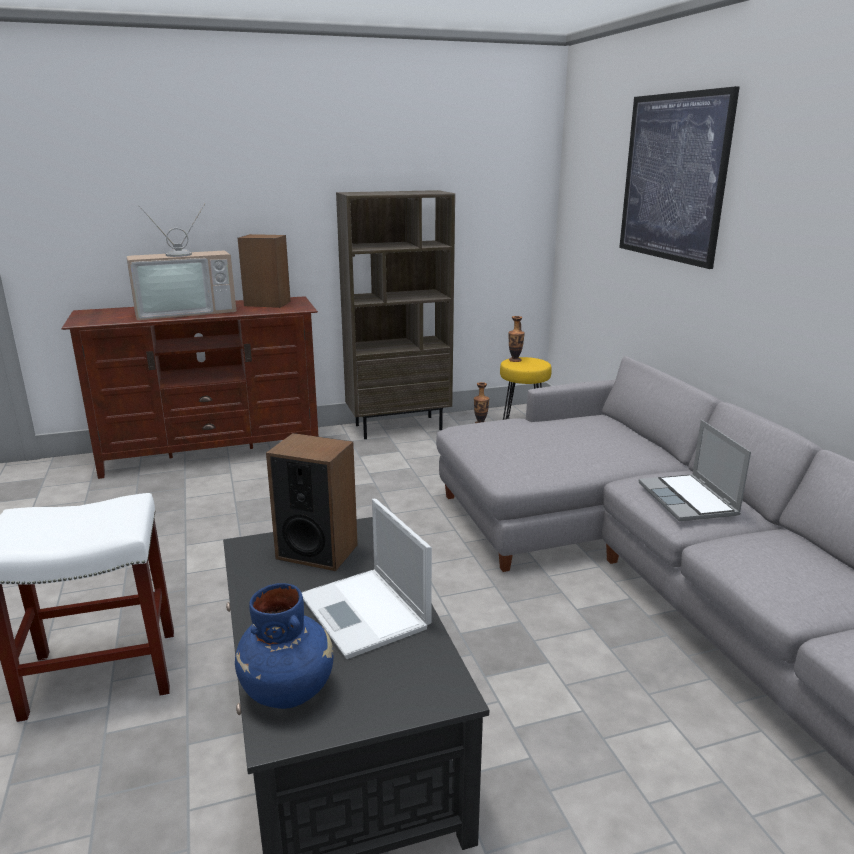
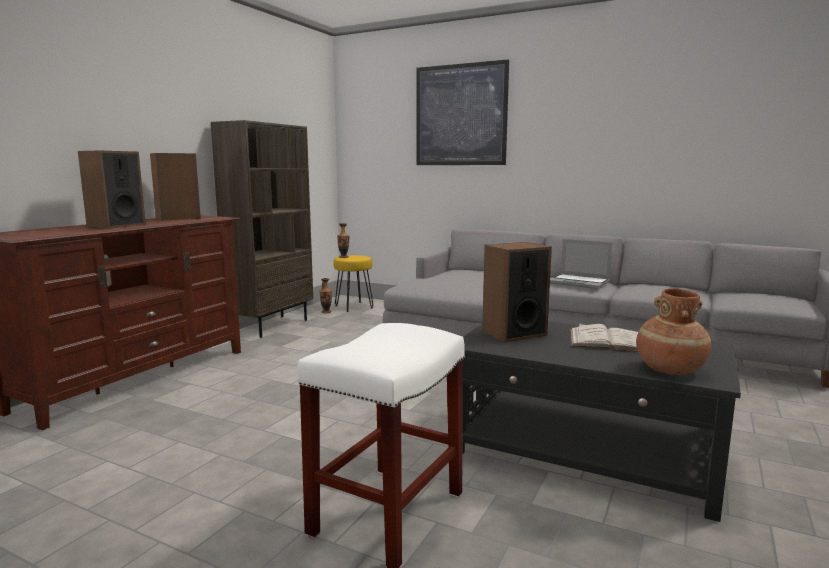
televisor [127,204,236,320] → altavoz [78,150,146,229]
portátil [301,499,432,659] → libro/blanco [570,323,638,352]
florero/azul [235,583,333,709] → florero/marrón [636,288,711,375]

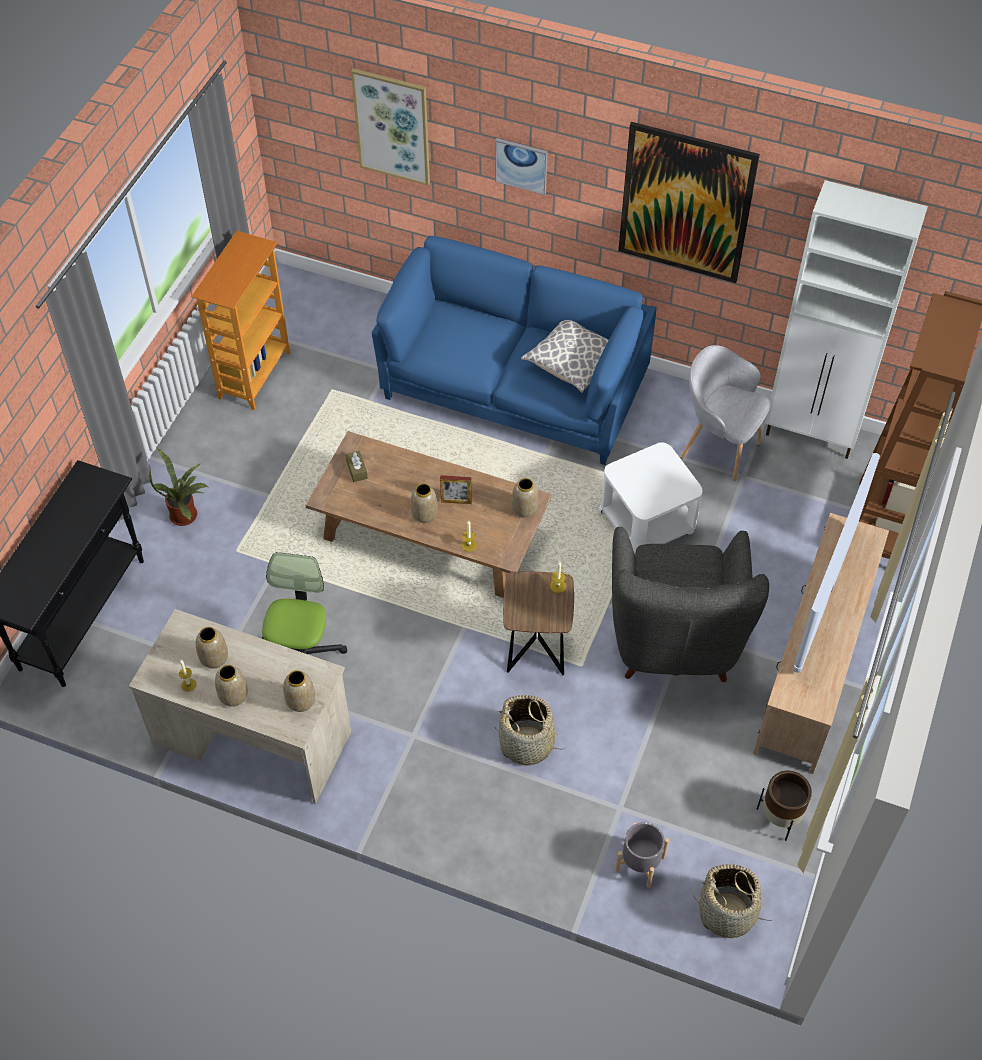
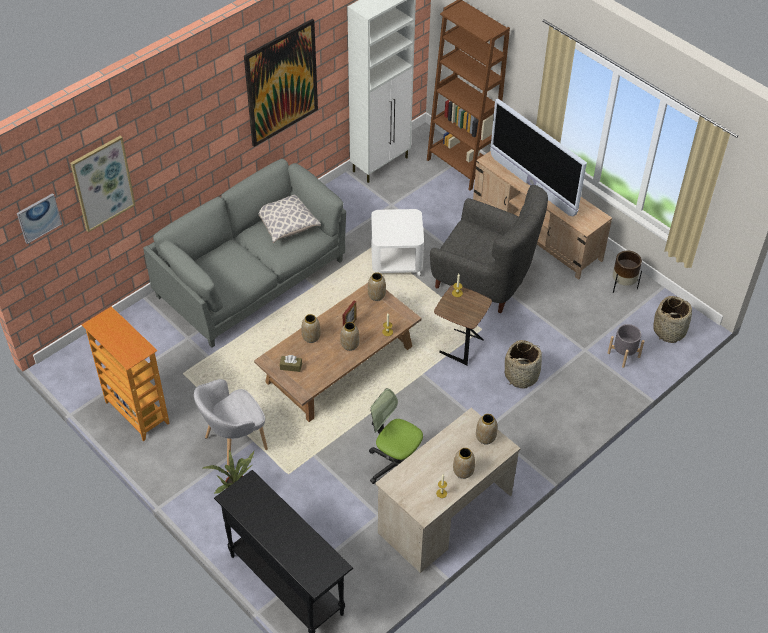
cuadro [495,138,548,195] → cuadro [17,193,62,244], shifted
sofá/azul [372,236,657,465] → sofá/gris [143,159,346,348]
sillón/gris [680,345,770,480] → sillón/gris [194,379,268,472], shifted
florero [196,627,228,669] → florero [301,314,321,343], shifted

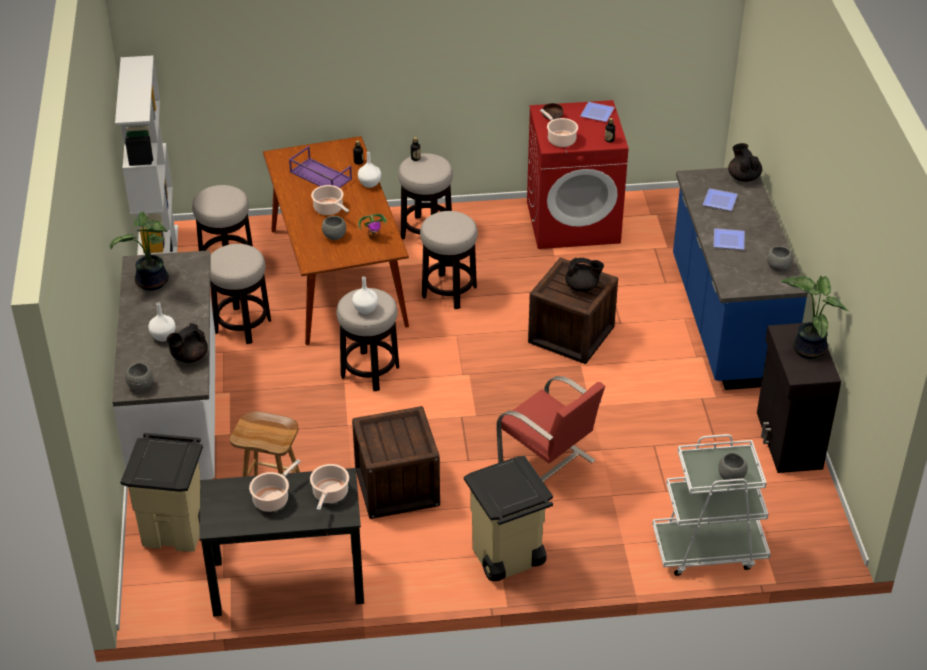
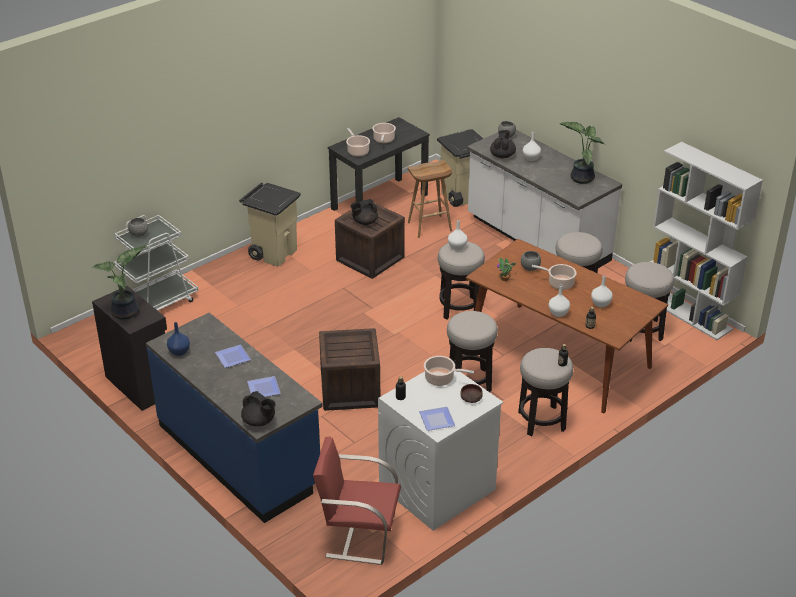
cuenco/gris [767,246,793,272] → florero/azul [167,322,190,356]
silla/rojo [497,376,605,482] → silla/rojo [313,437,401,565], shifted
tetera/negro [565,258,604,292] → tetera/negro [350,199,378,225], shifted
lavadora/rojo [527,100,628,249] → lavadora/blanco [378,368,503,531]
bandeja/morado [289,146,352,188] → florero/blanco [591,275,613,307]

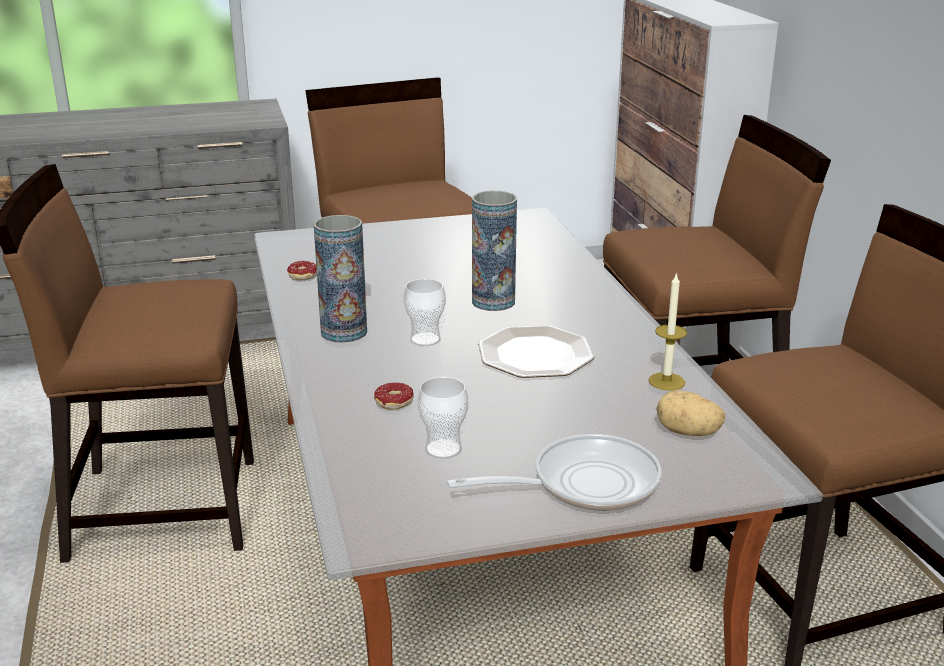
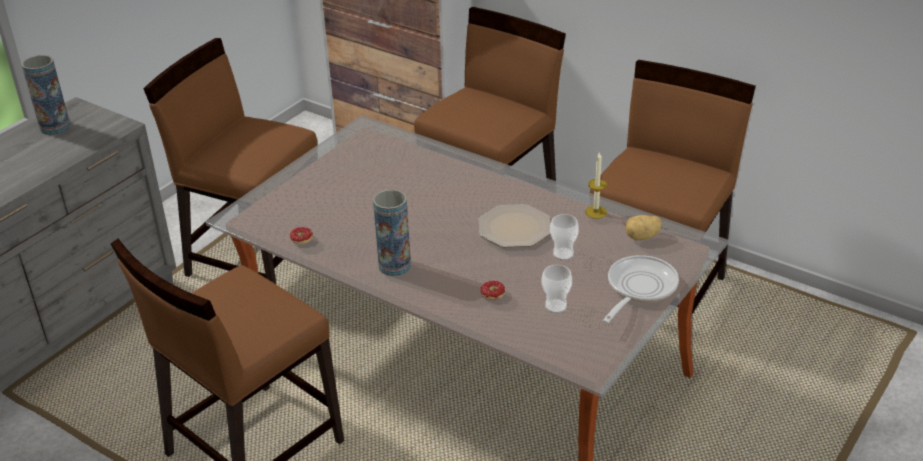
florero [472,191,517,311] → florero [22,55,70,135], shifted
taza [403,279,446,346] → taza [550,214,579,260], shifted

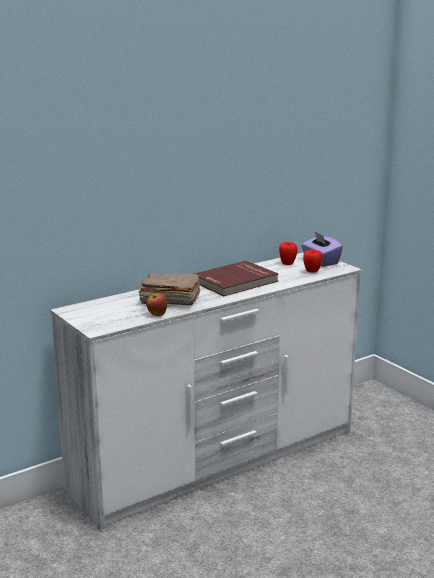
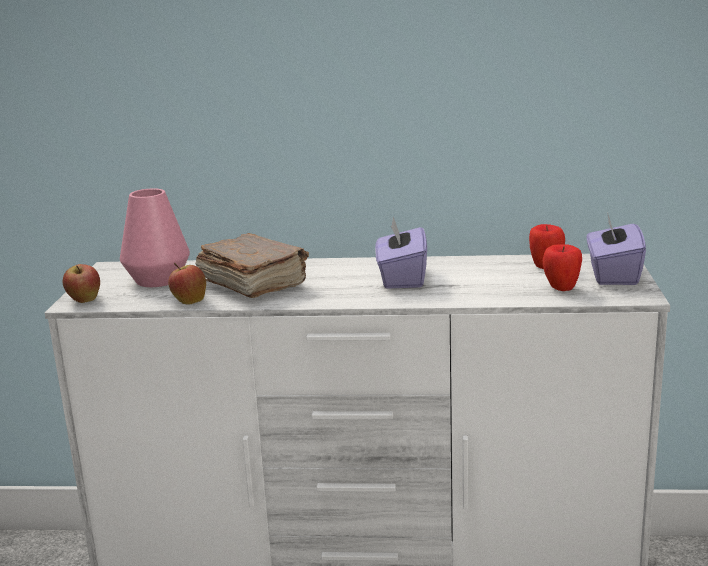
- → manzana [63,264,100,303]
- → florero/rosa [120,188,190,287]
libro/rojo [194,261,279,296] → caja de pañuelos/morado [375,217,427,289]

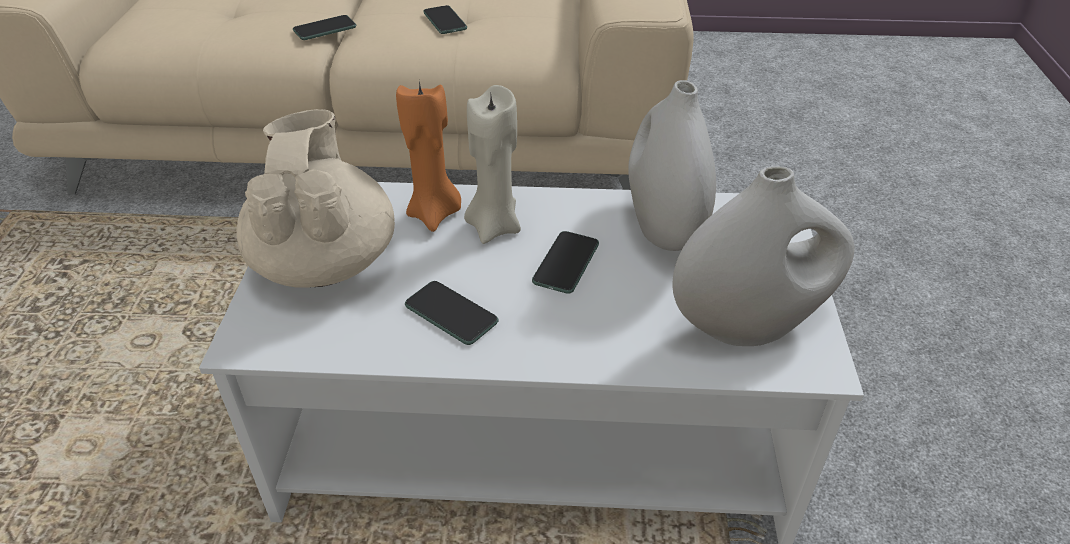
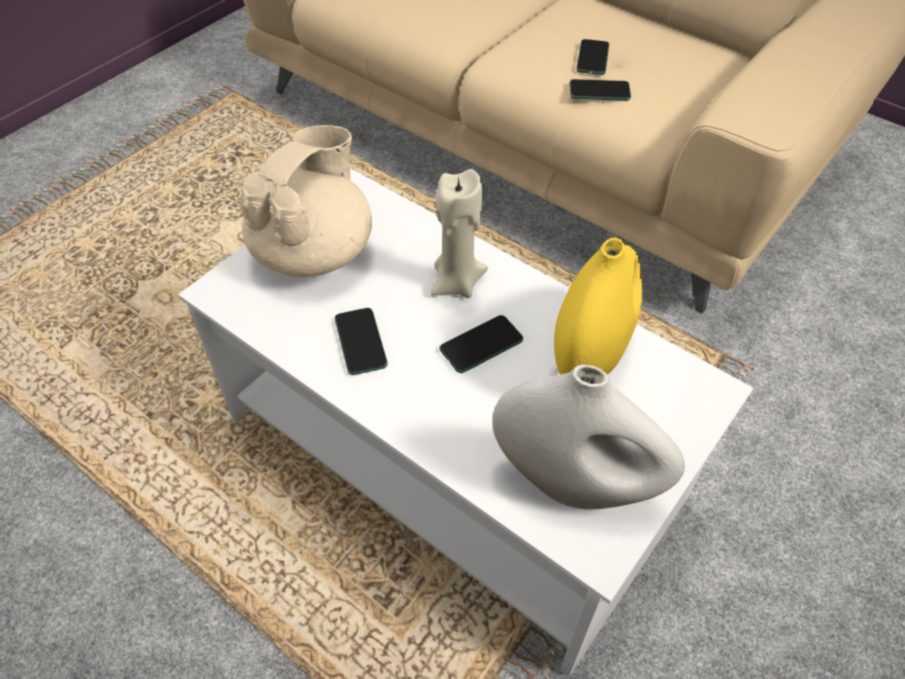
florero/blanco [628,80,716,251] → florero/amarillo [554,237,642,375]
móvil [293,15,356,40] → móvil [570,79,631,101], shifted
vela/naranja [396,81,461,232] → -

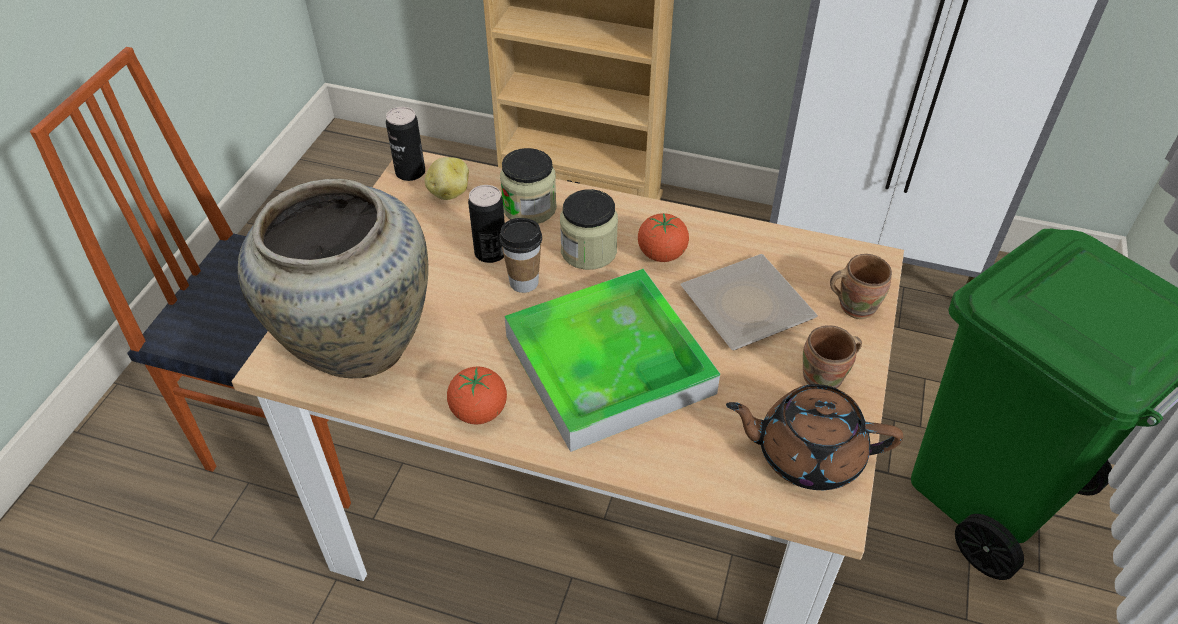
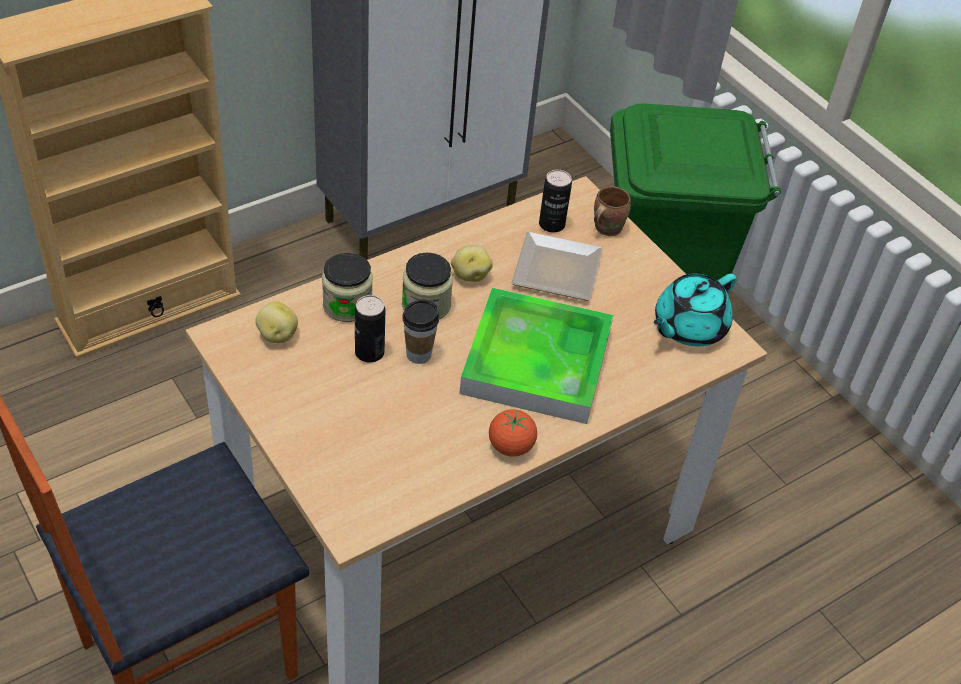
tomate [638,213,689,262] → patata [451,245,493,282]
lata [386,107,425,181] → lata [539,170,572,233], shifted
tetera/marrón [726,384,903,490] → tetera/turquesa [654,274,737,346]
florero/beis [238,179,428,378] → -
taza grande/marrón [803,325,862,389] → -

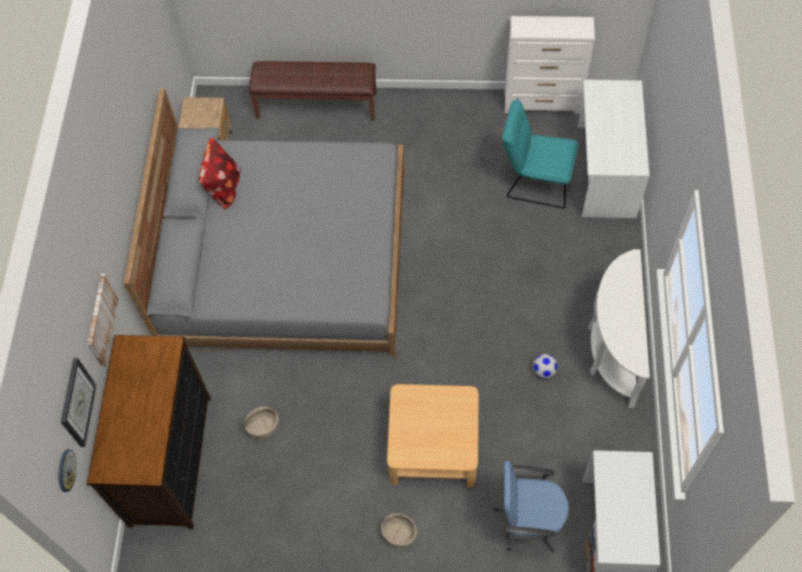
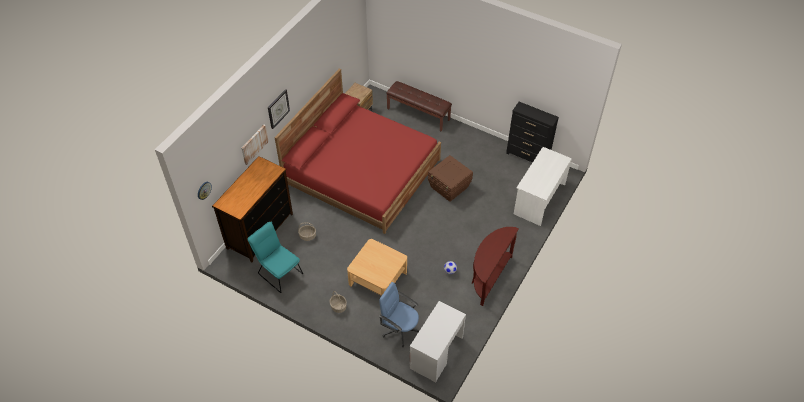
silla/turquesa [502,98,578,208] → silla/turquesa [248,222,303,293], shifted
reloj de pared [61,358,97,447] → reloj de pared [268,89,290,129], shifted
cama/gris [124,88,405,357] → cama/rojo [274,69,441,234]
- → caja de almacenaje/marrón [428,155,473,202]
mesa consola/blanco [588,249,650,408] → mesa consola/marrón [472,227,519,306]
cómoda/blanco [505,16,595,114] → cómoda/negro [506,102,559,163]
cojín [199,138,240,210] → -

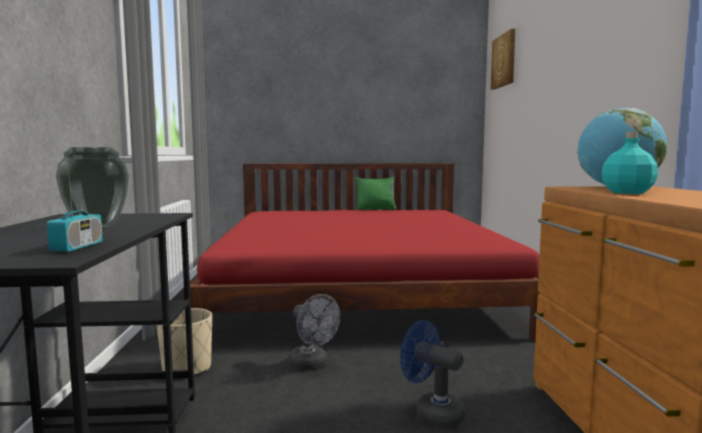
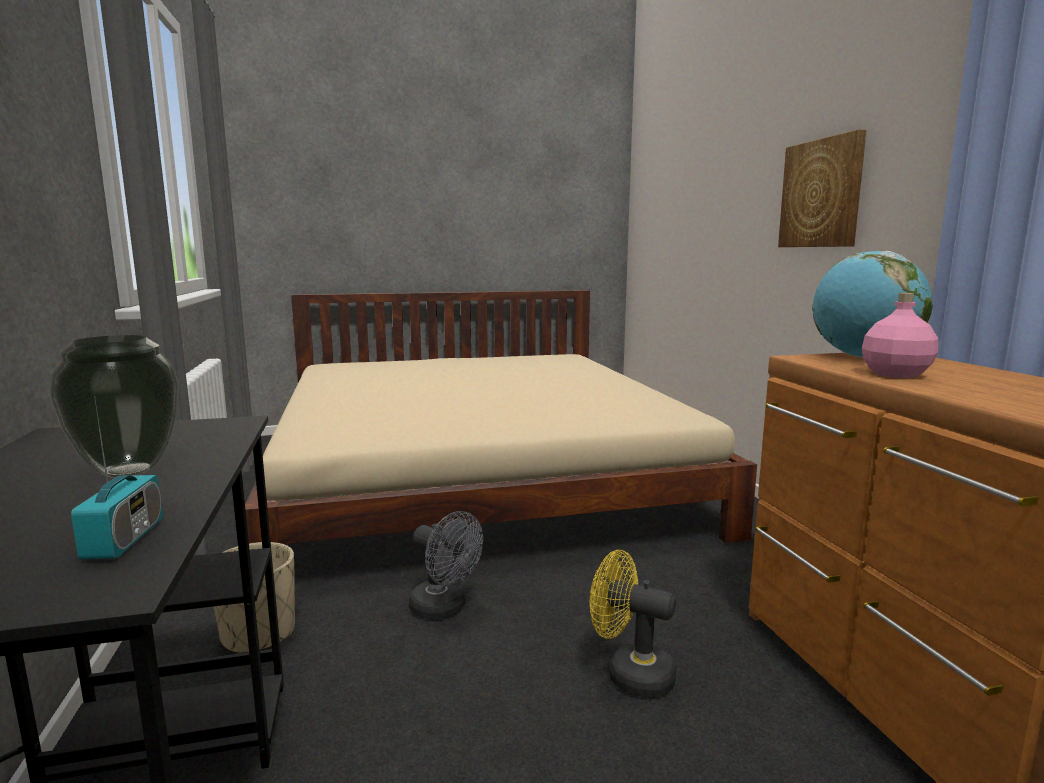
cama/rojo [183,163,540,341] → cama/beis [245,290,757,544]
ventilador/azul [400,320,465,428] → ventilador/amarillo [590,550,676,698]
cuadro [491,29,515,90] → cuadro [778,129,866,247], shifted
botella/turquesa [601,132,658,194] → botella/rosa [862,293,938,378]
cojín/verde [356,177,396,210] → -

